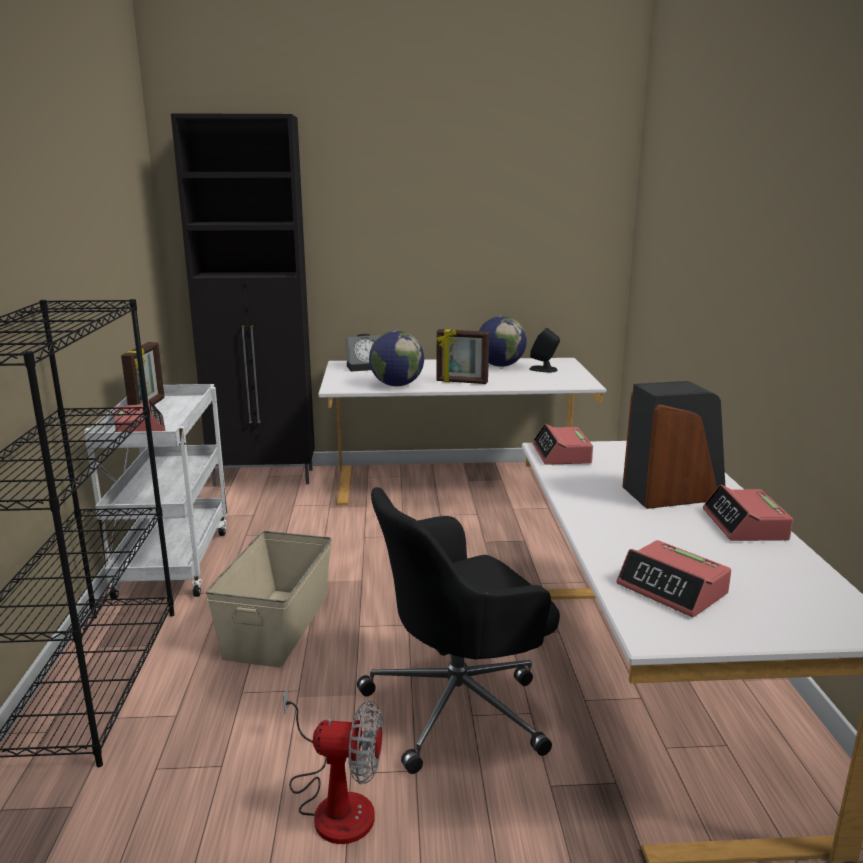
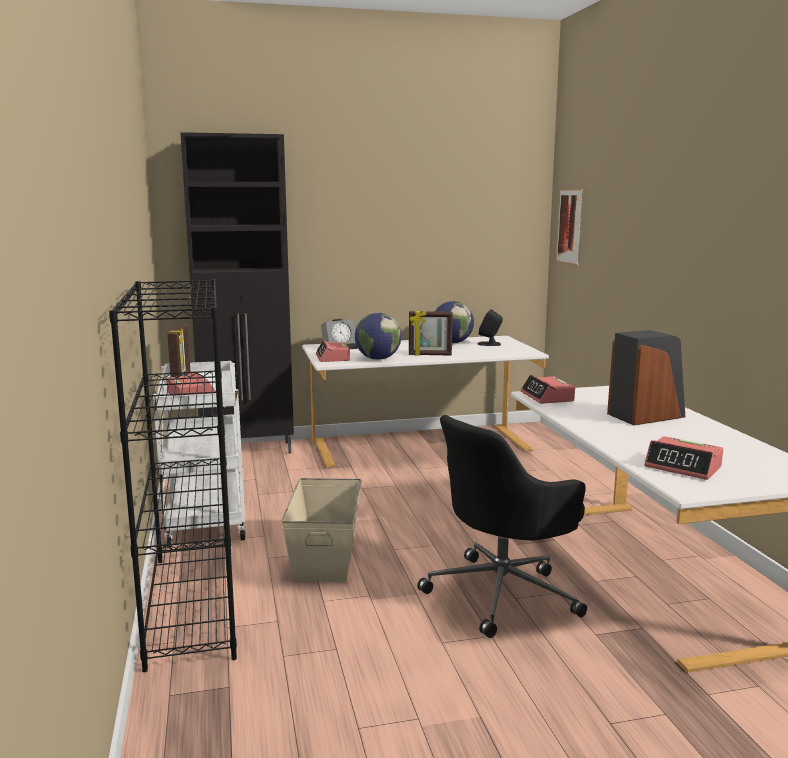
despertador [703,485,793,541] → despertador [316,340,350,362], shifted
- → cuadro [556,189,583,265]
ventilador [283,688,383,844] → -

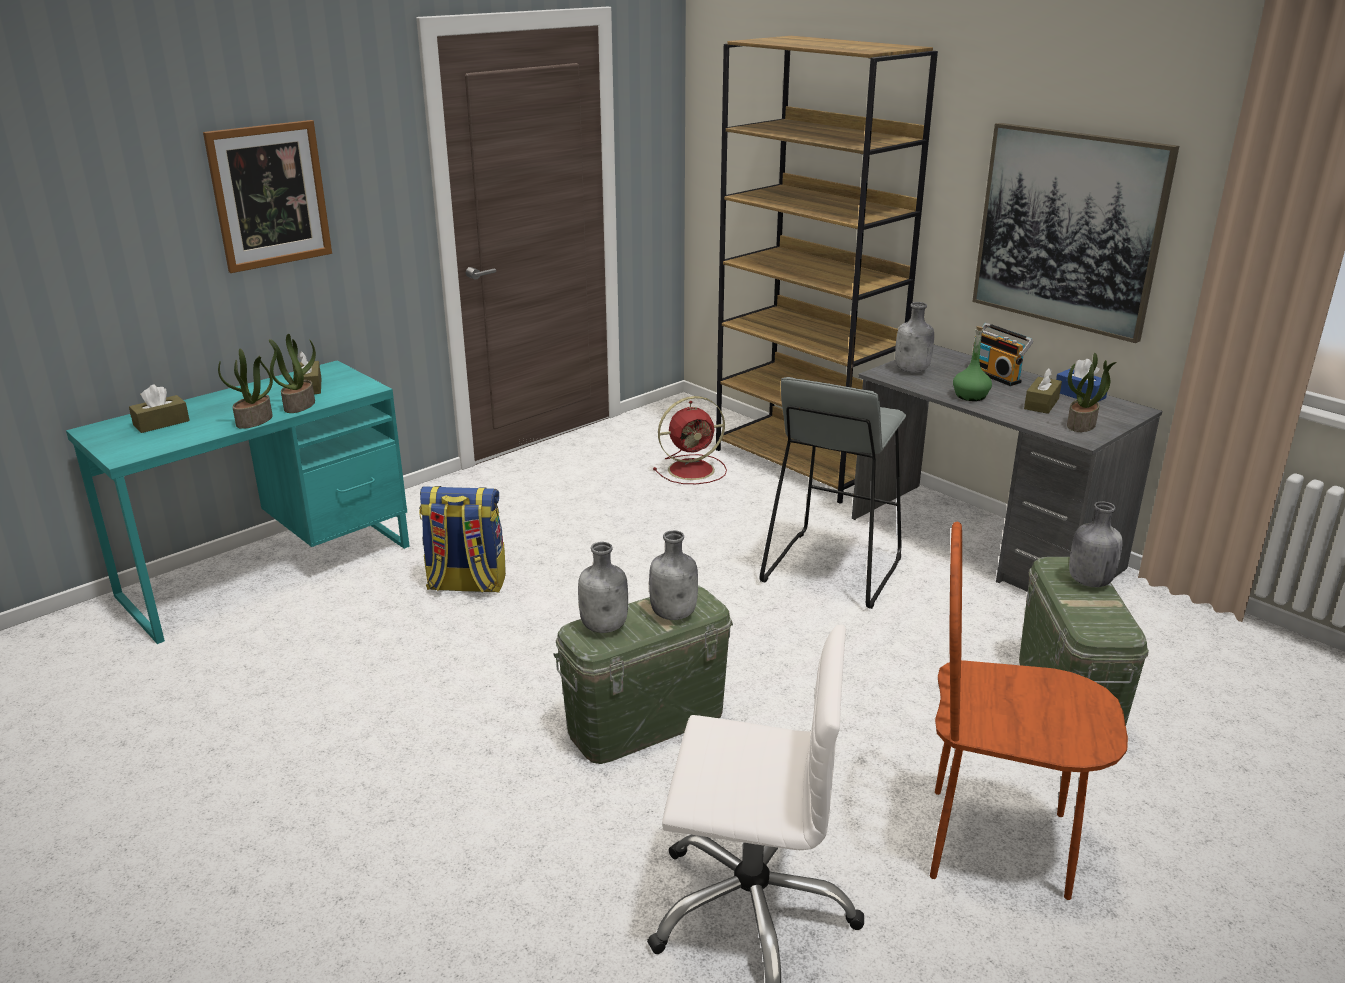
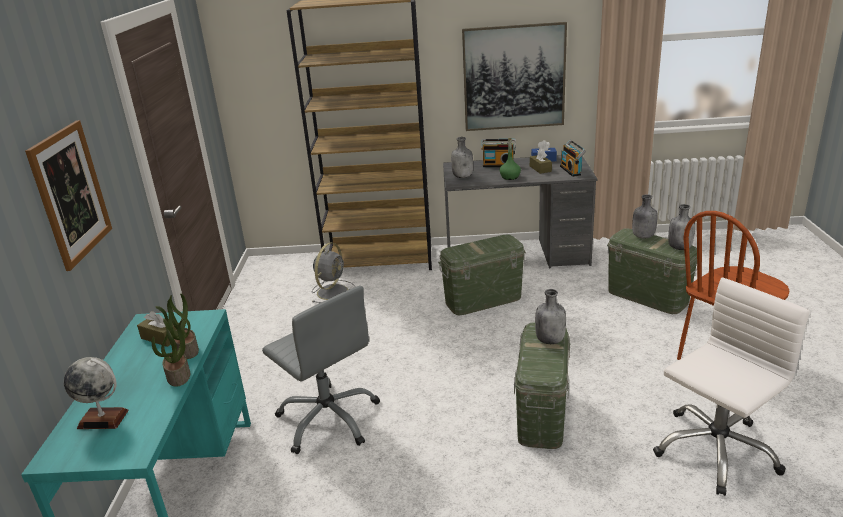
caja de pañuelos/marrón [129,385,190,433] → globo terráqueo [64,357,129,429]
mochila [419,486,506,593] → silla de oficina/gris [262,286,380,454]
ventilador/rojo [653,396,727,484] → ventilador/gris [311,243,355,303]
taburete/gris [760,377,906,609] → caja de almacenaje/verde [438,234,526,316]
planta en maceta [1067,353,1116,432] → radio [560,140,586,177]
botella/gris [578,542,628,633] → botella/gris [668,204,695,250], shifted

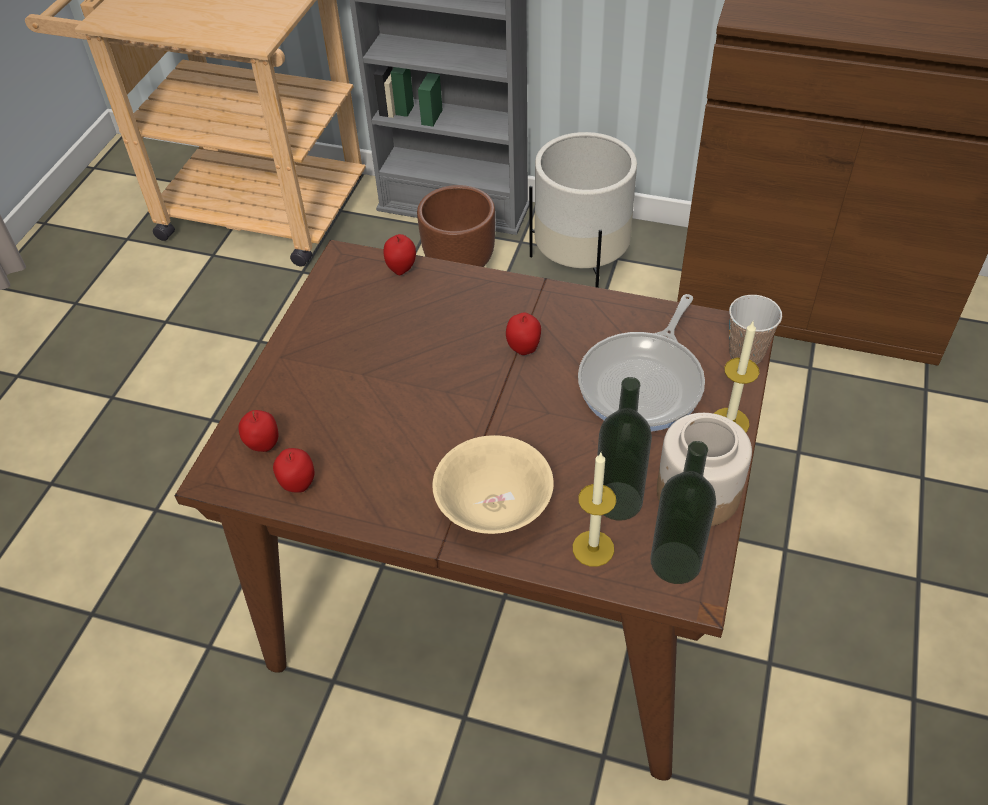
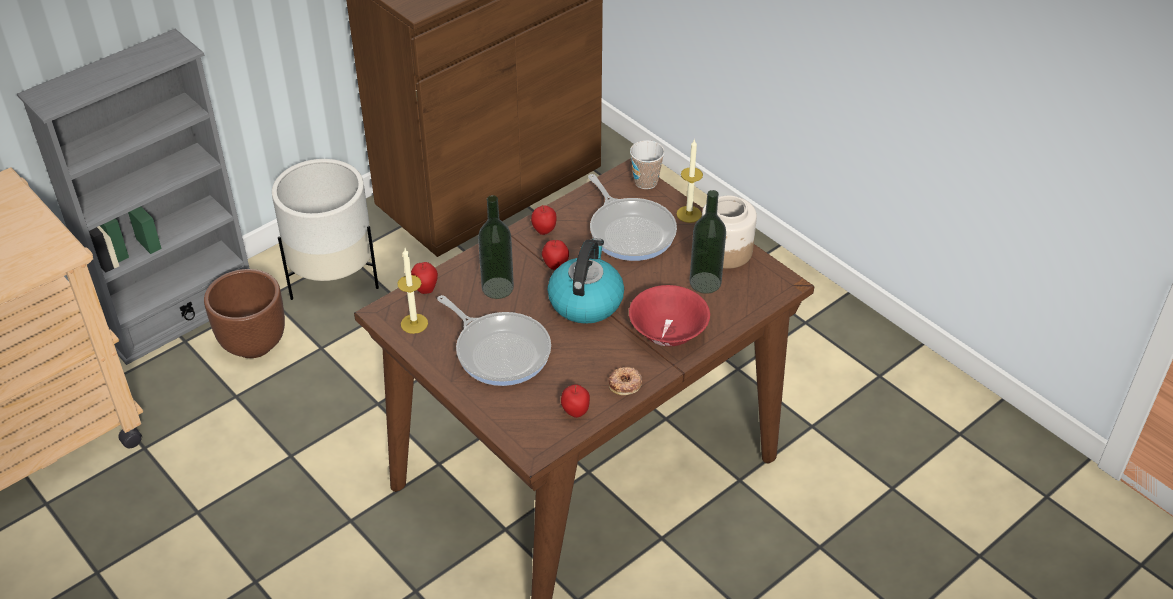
vela [573,453,616,567] → vela [397,248,428,334], shifted
- → sartén [437,295,551,386]
botella [650,441,716,584] → botella [478,195,514,299], shifted
manzana [238,410,278,452] → manzana [531,205,557,235], shifted
- → hervidor [547,238,624,324]
- → rosquilla [609,367,642,395]
cuenco/beis [432,435,554,534] → cuenco/rojo [629,285,710,346]

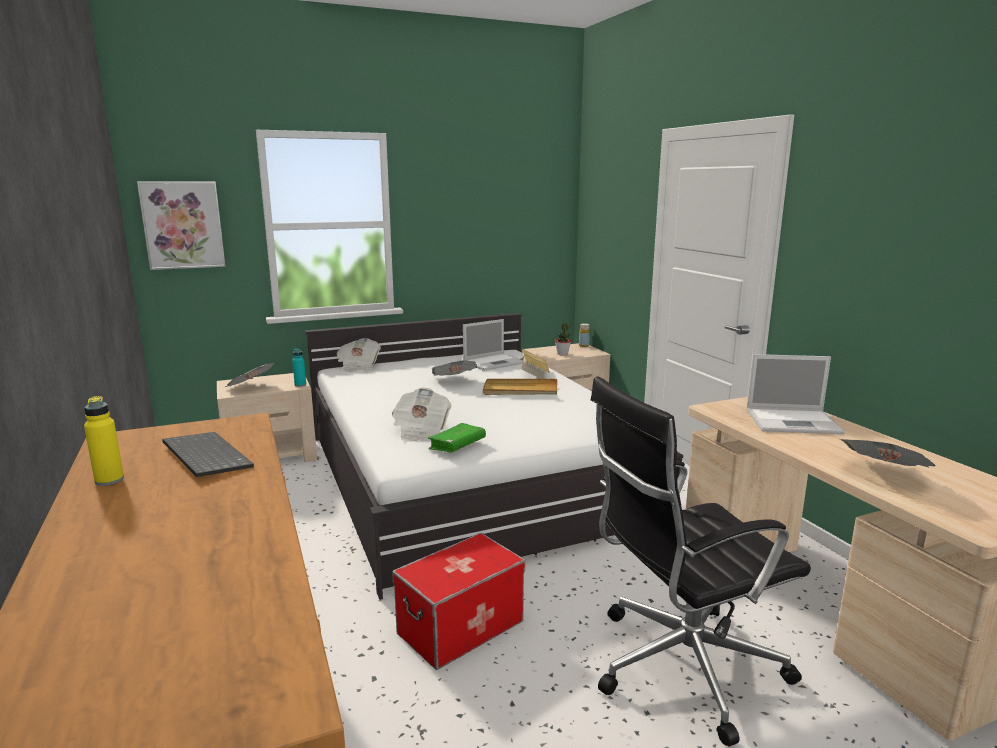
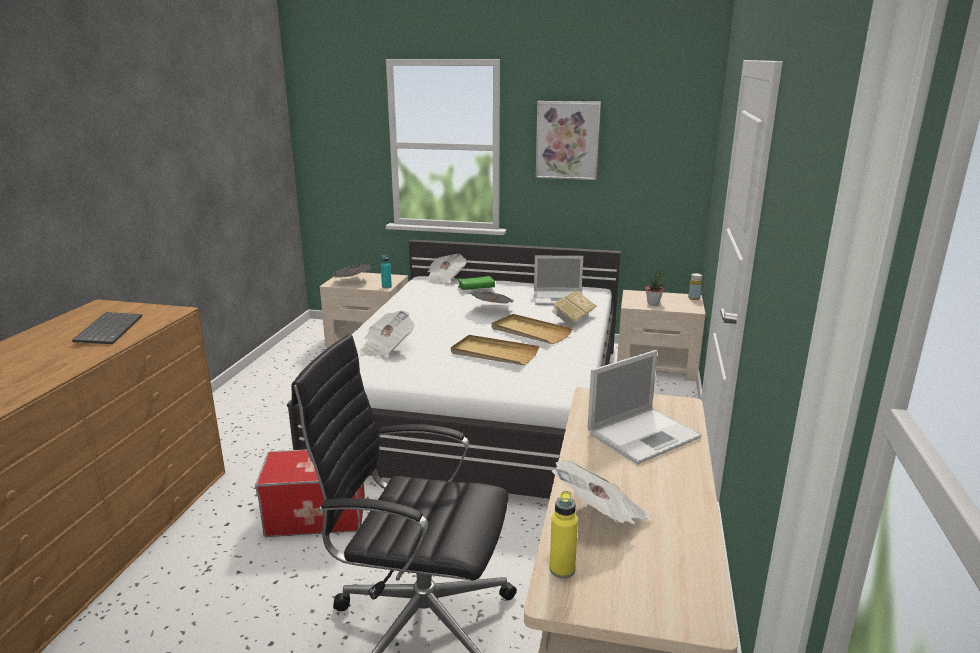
- → bandeja/beis [451,335,539,365]
libro/verde [428,423,486,452] → libro/verde [457,276,495,290], shifted
cuadro [137,181,226,270] → cuadro [536,101,601,180], shifted
botella/amarillo [84,396,124,486] → botella/amarillo [550,491,578,578], shifted
portátil [747,354,845,434] → portátil [588,350,702,465], 75 degrees counterclockwise

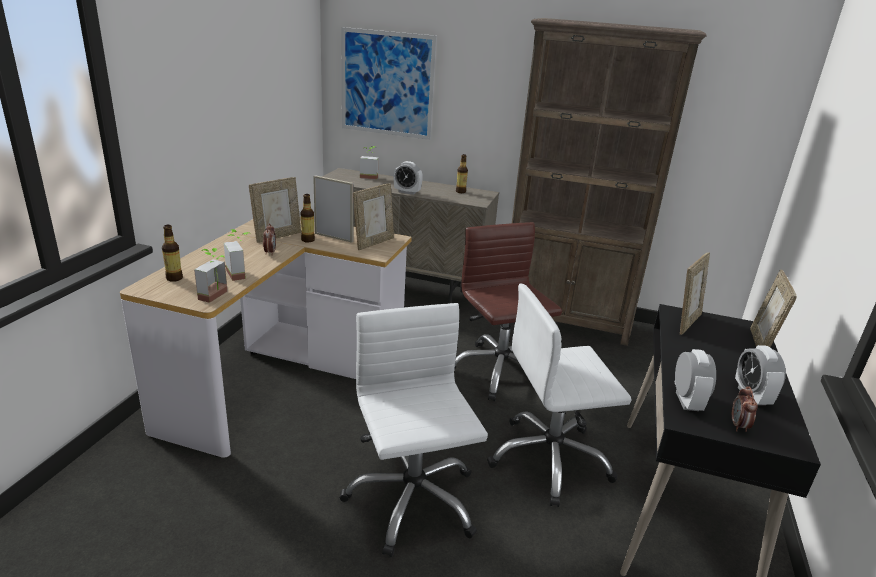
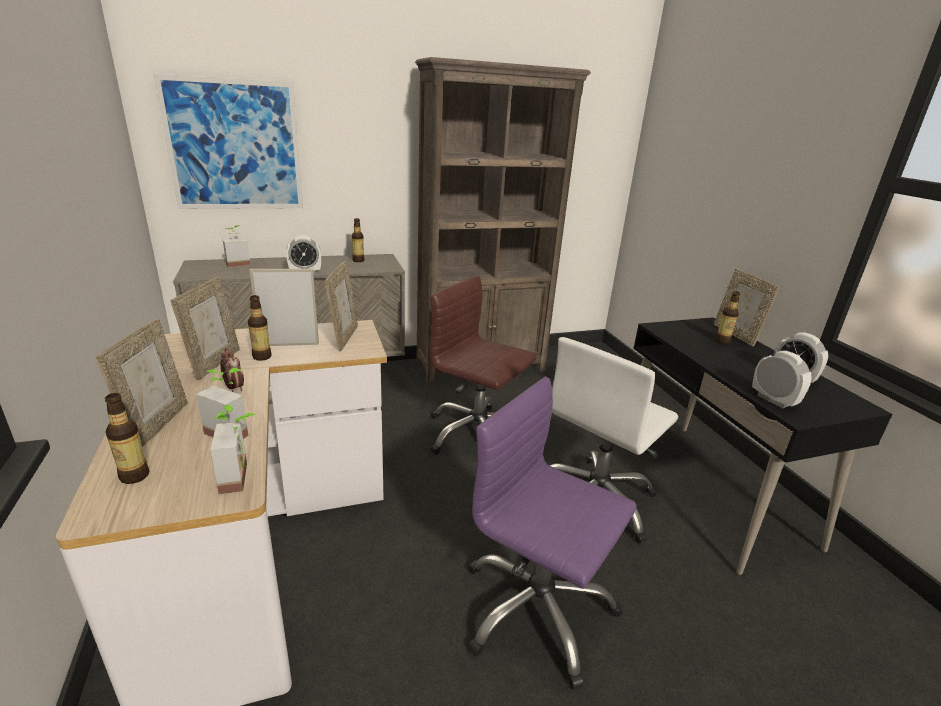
portarretratos [680,252,710,335] → portarretratos [95,318,188,447], shifted
silla de oficina/blanco [340,303,488,557] → silla de oficina/morado [468,376,637,689]
- → botella [715,291,741,344]
despertador [732,387,758,432] → -

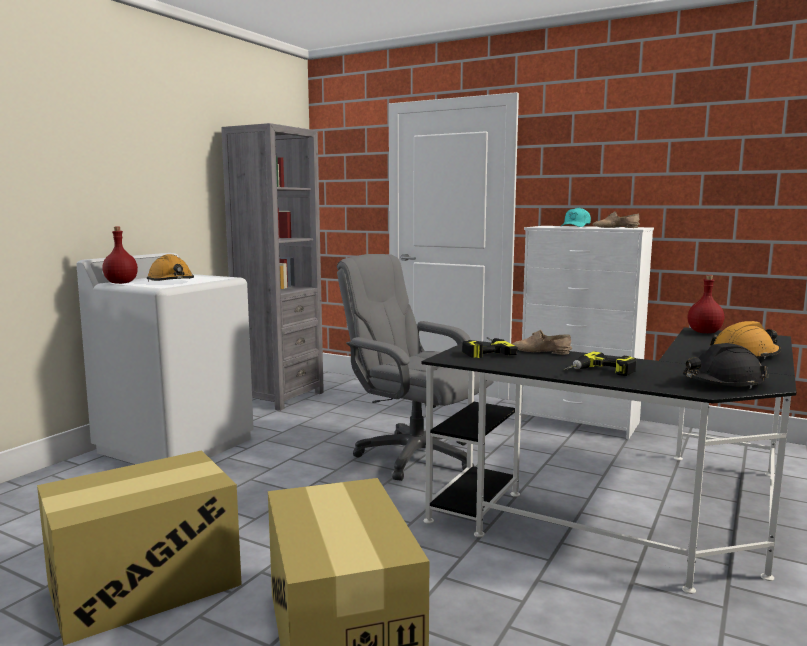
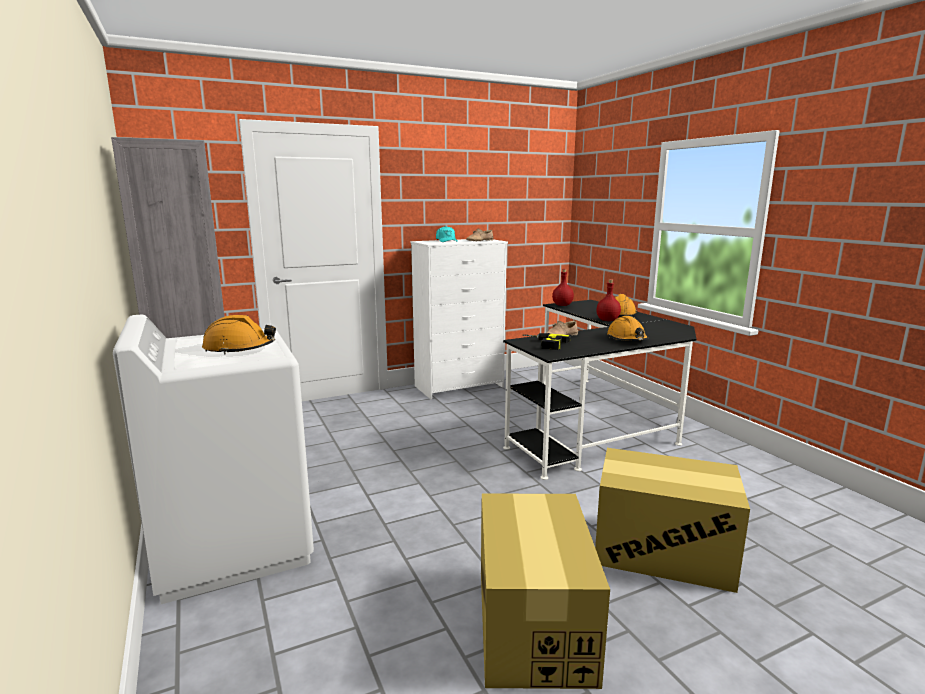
botella/rojo [102,227,138,284] → botella/rojo [596,279,621,321], shifted
taladro [563,351,636,376] → casco/naranja [607,316,648,341]
silla de oficina/gris [337,254,494,481] → -
casco/negro [683,343,769,389] → -

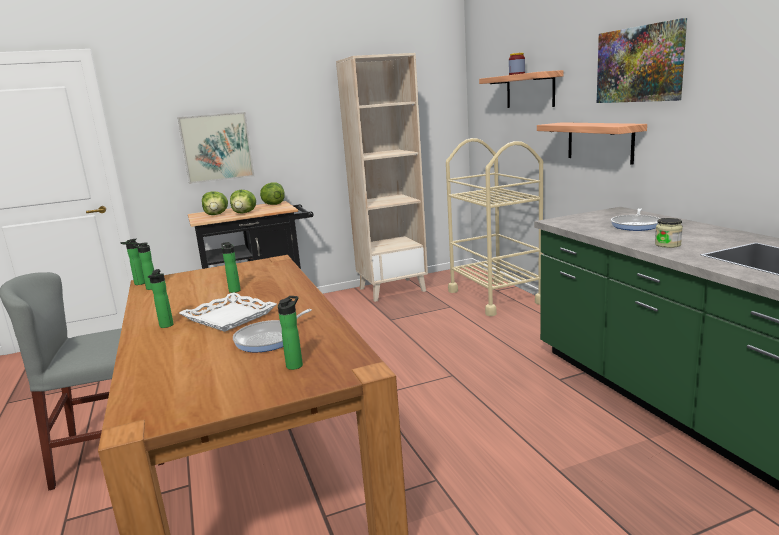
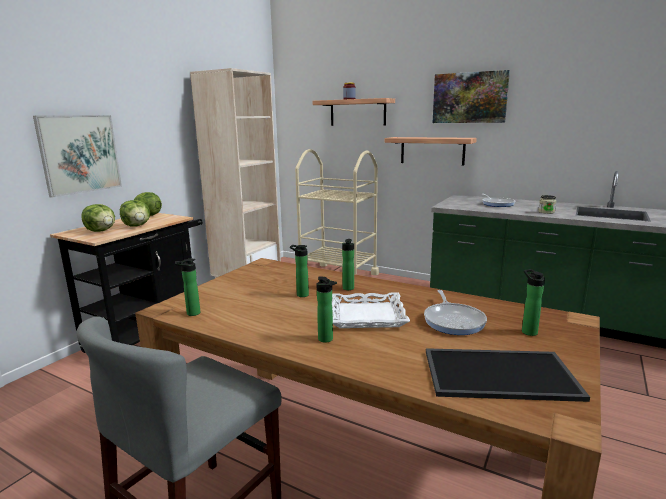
botella [120,239,145,285] → botella [342,239,354,290], shifted
- → bandeja [426,348,590,402]

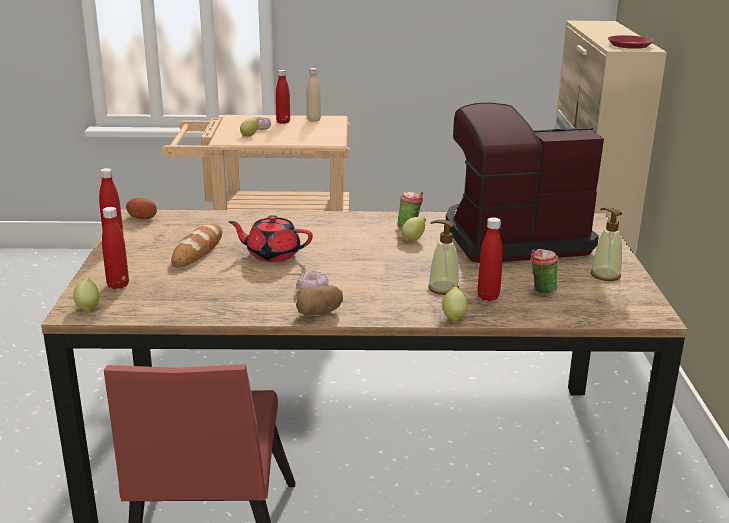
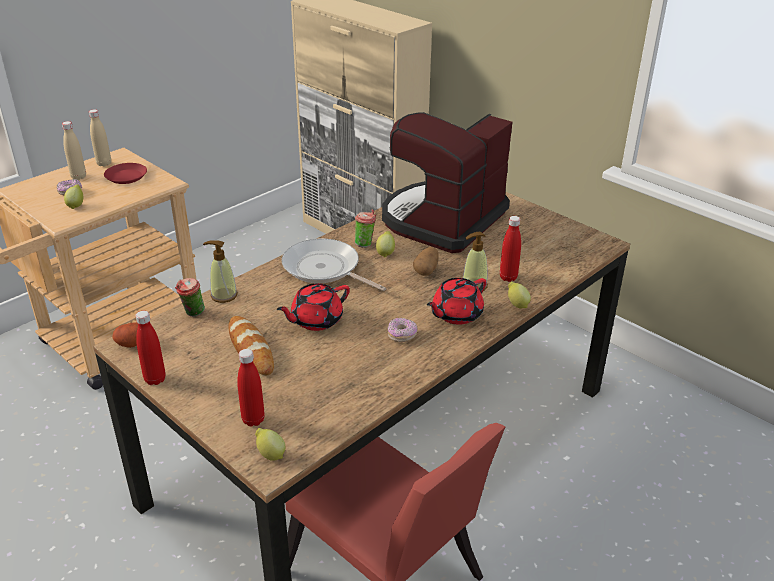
botella/rojo [276,70,290,124] → botella/beis [62,121,86,180]
plato/rojo [608,35,654,49] → plato/rojo [104,163,147,184], shifted
taza [531,248,558,295] → taza [175,278,205,317], shifted
dispensador de jabón [591,207,622,281] → dispensador de jabón [203,240,238,303], shifted
- → sartén [282,239,386,291]
patata [296,285,343,315] → patata [413,247,439,276], shifted
- → tetera/rojo [427,278,486,325]

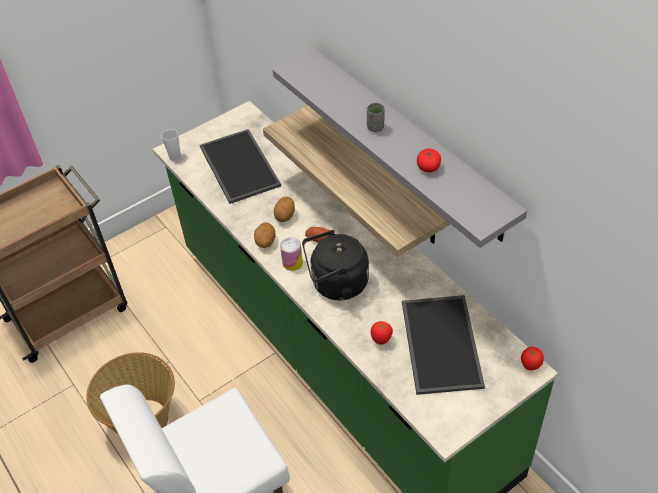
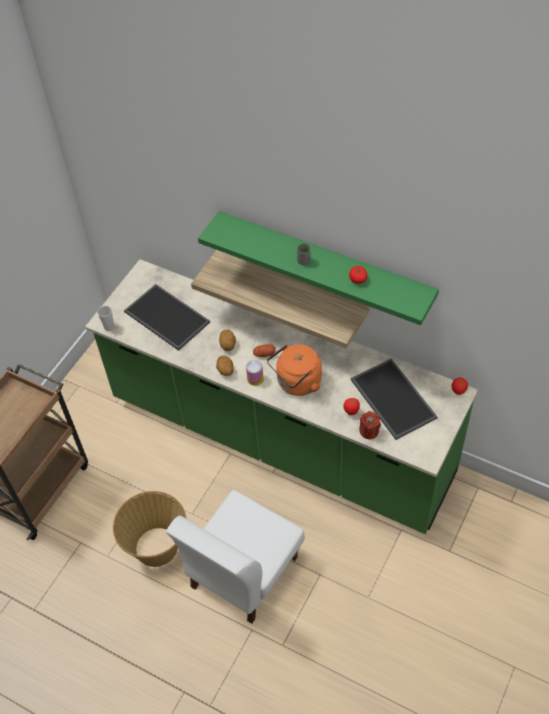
estante/gris [273,49,527,248] → estante/verde [198,211,439,325]
hervidor/negro [302,230,369,300] → hervidor/naranja [267,344,322,396]
- → vela/rojo [359,411,381,439]

